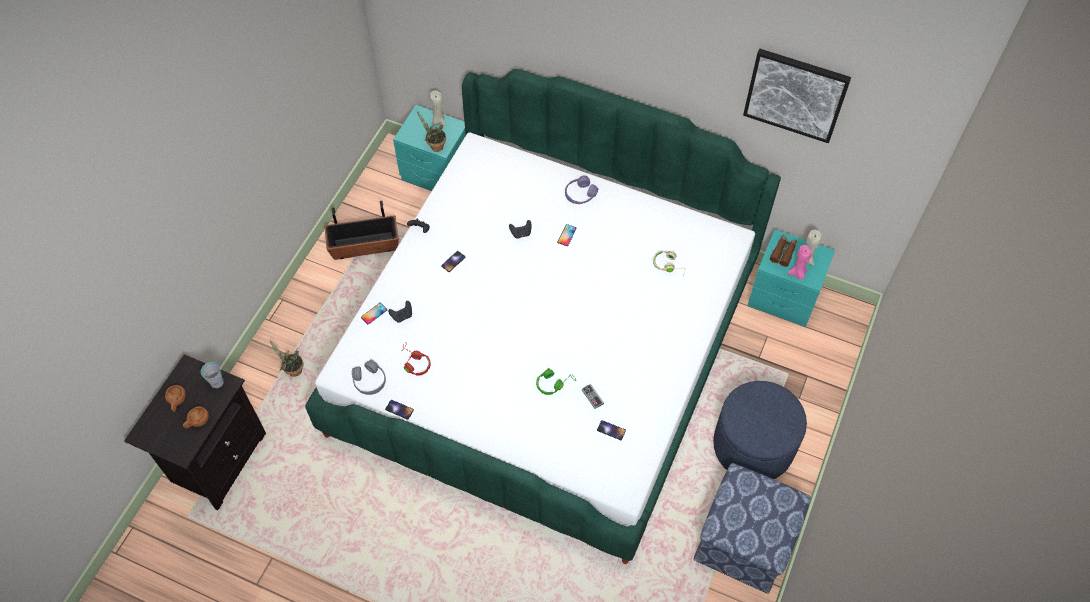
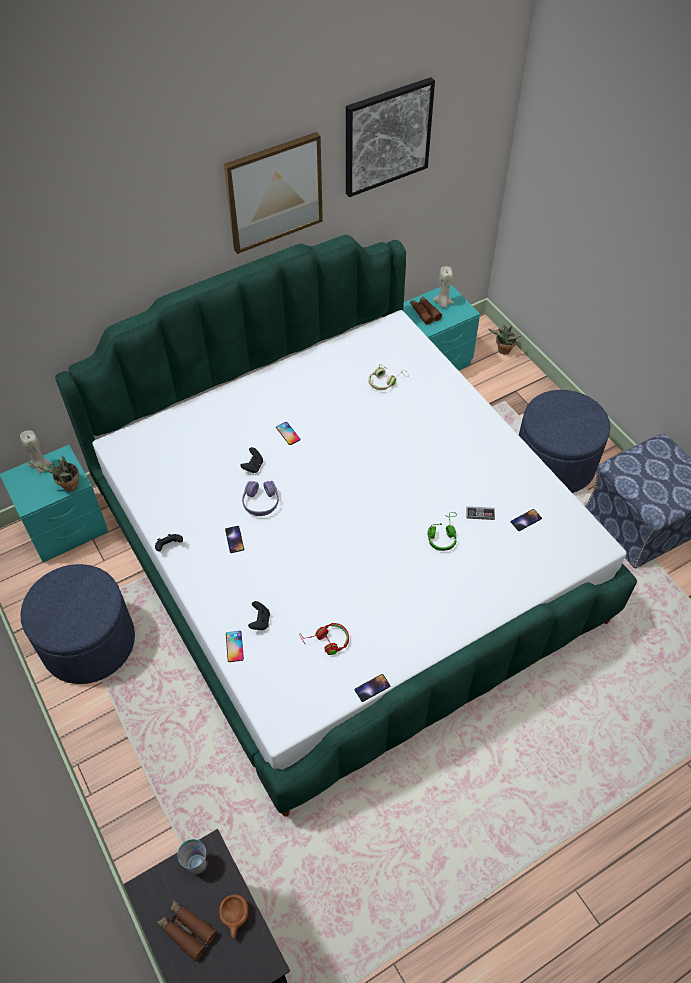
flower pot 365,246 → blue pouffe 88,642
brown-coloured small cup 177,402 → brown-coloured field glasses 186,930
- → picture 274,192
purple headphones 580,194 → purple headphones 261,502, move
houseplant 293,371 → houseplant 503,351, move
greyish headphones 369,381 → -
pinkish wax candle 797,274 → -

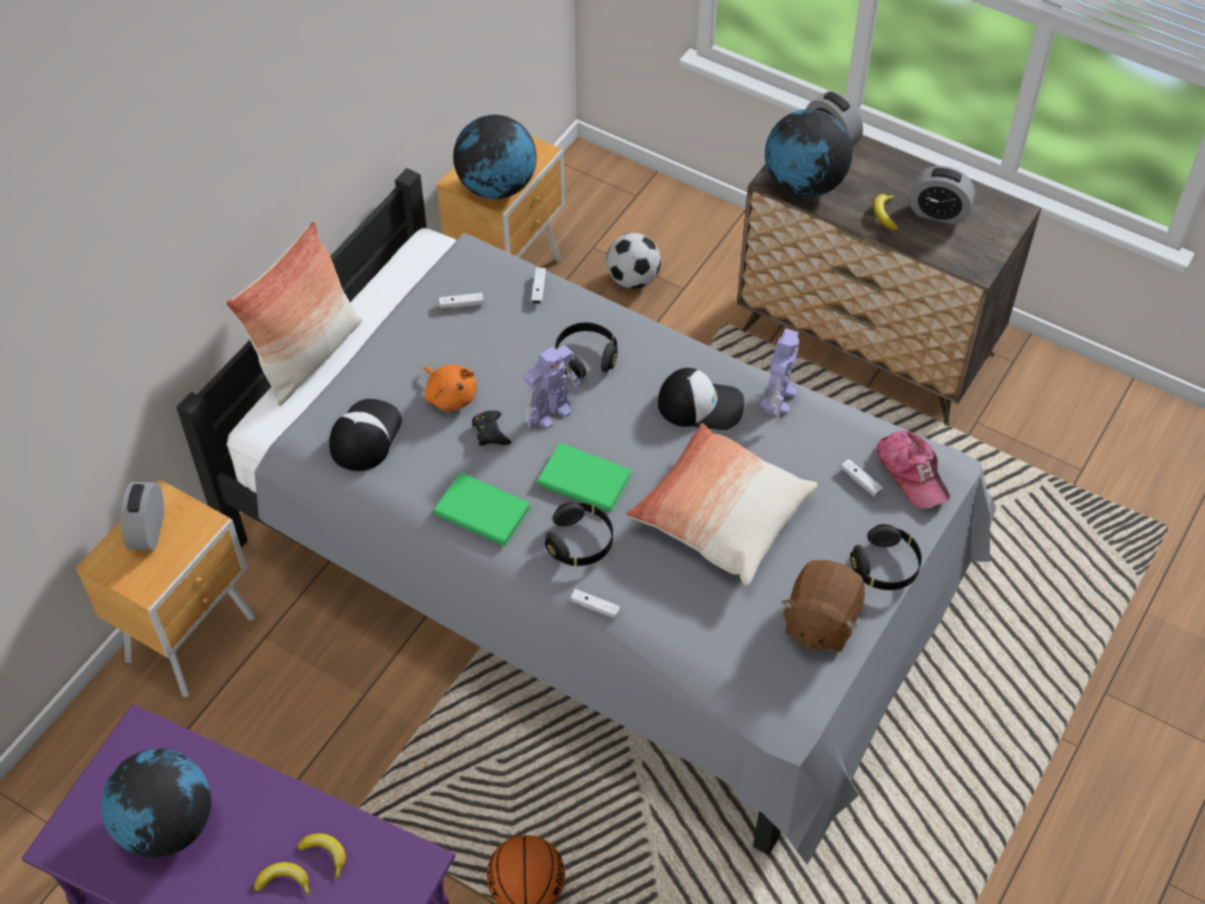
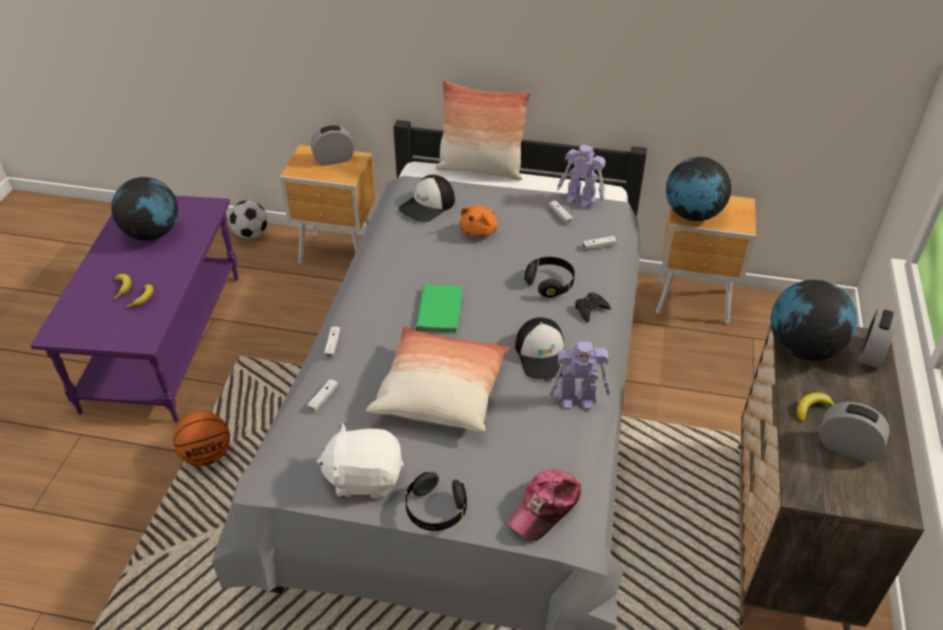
ball for football 633,279 → ball for football 251,235, move
white-coloured game controller 860,481 → white-coloured game controller 323,398, move
brown-coloured soft toy 820,621 → white-coloured soft toy 364,477
baseball cap 364,435 → baseball cap 428,205, 135 degrees clockwise
model robot 551,411 → model robot 581,200, move
blackish game controller 490,432 → blackish game controller 590,309, move
table clock 938,213 → table clock 847,447, 120 degrees clockwise
green-coloured bound book 482,509 → -
blackish headphones 580,543 → -

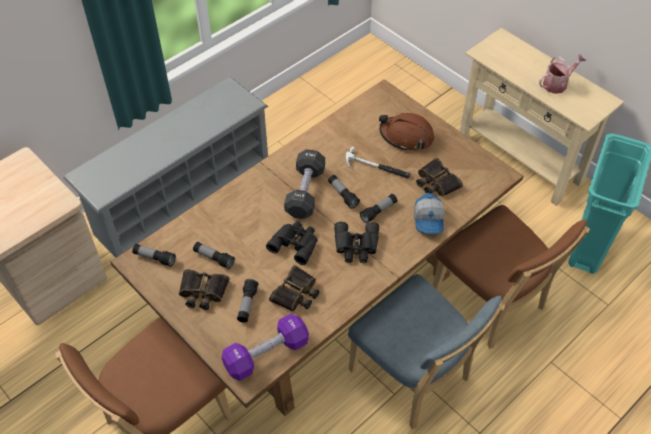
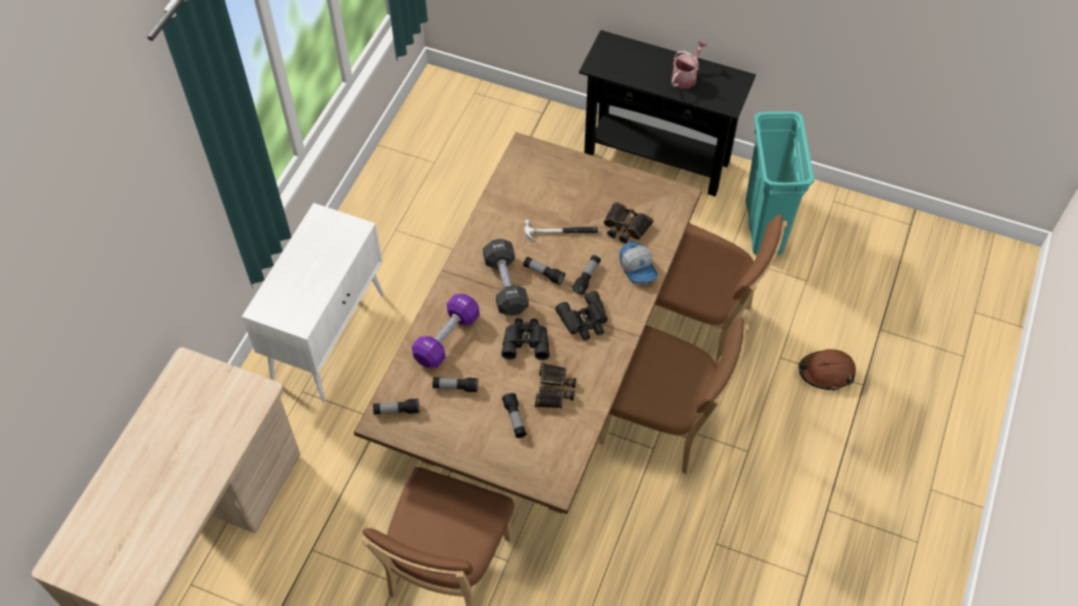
greyish shoe shelf 182,200 → white-coloured cabinet 329,336
purple dumbbell 266,354 → purple dumbbell 447,338, move
beige console table 519,159 → blackish console table 656,159
blue chair 413,378 → brown-coloured chair 663,426
brown-coloured safety helmet 406,136 → brown-coloured safety helmet 826,372, move
field glasses 202,292 → -

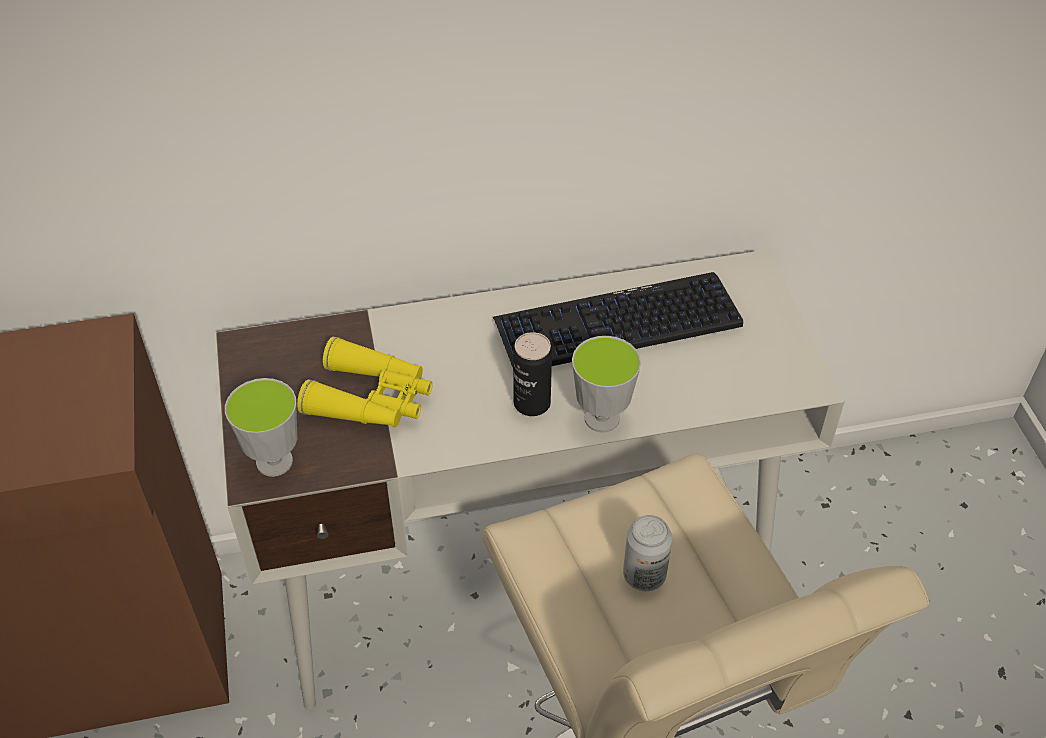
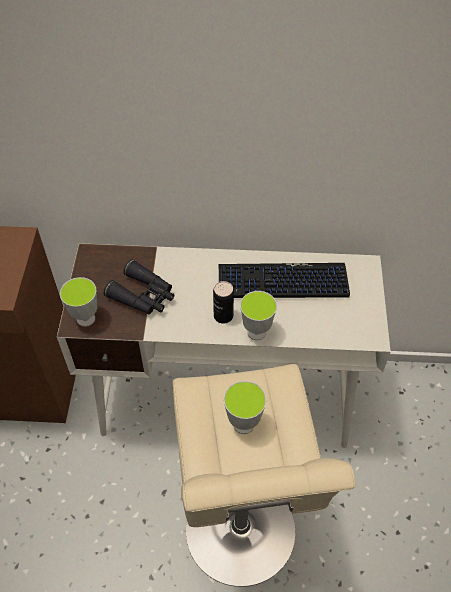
yellowish field glasses 372,399 → blackish field glasses 143,296
can 644,575 → small cup 243,424

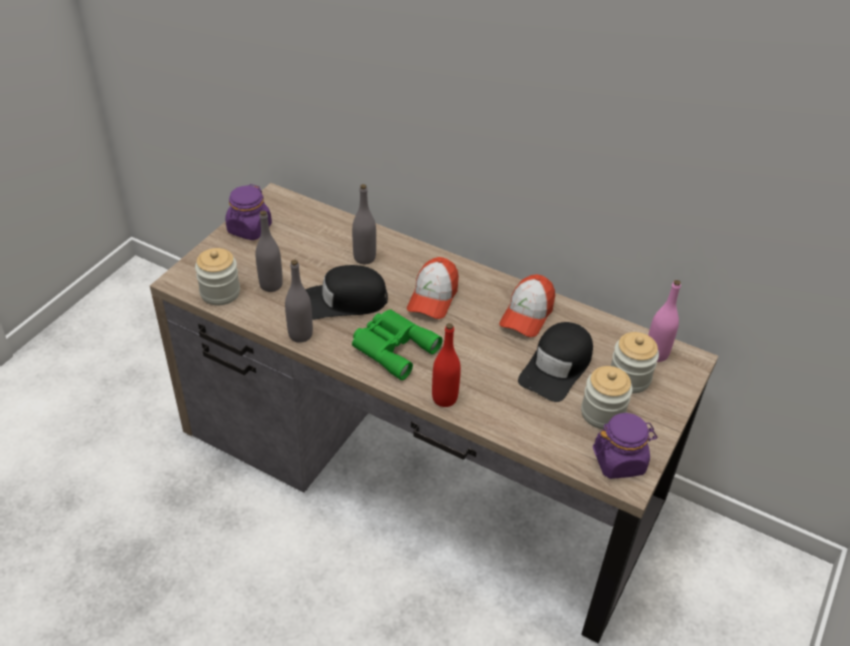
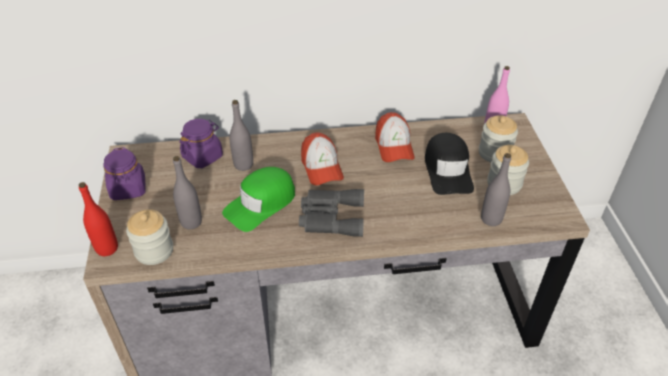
red beverage bottle 444,398 → red beverage bottle 107,248, move
purple preserve jar 619,461 → purple preserve jar 203,157, move
blackish baseball cap 344,301 → green-coloured baseball cap 261,204
green-coloured field glasses 392,346 → greyish field glasses 330,217
greyish beverage bottle 300,335 → greyish beverage bottle 491,219, move

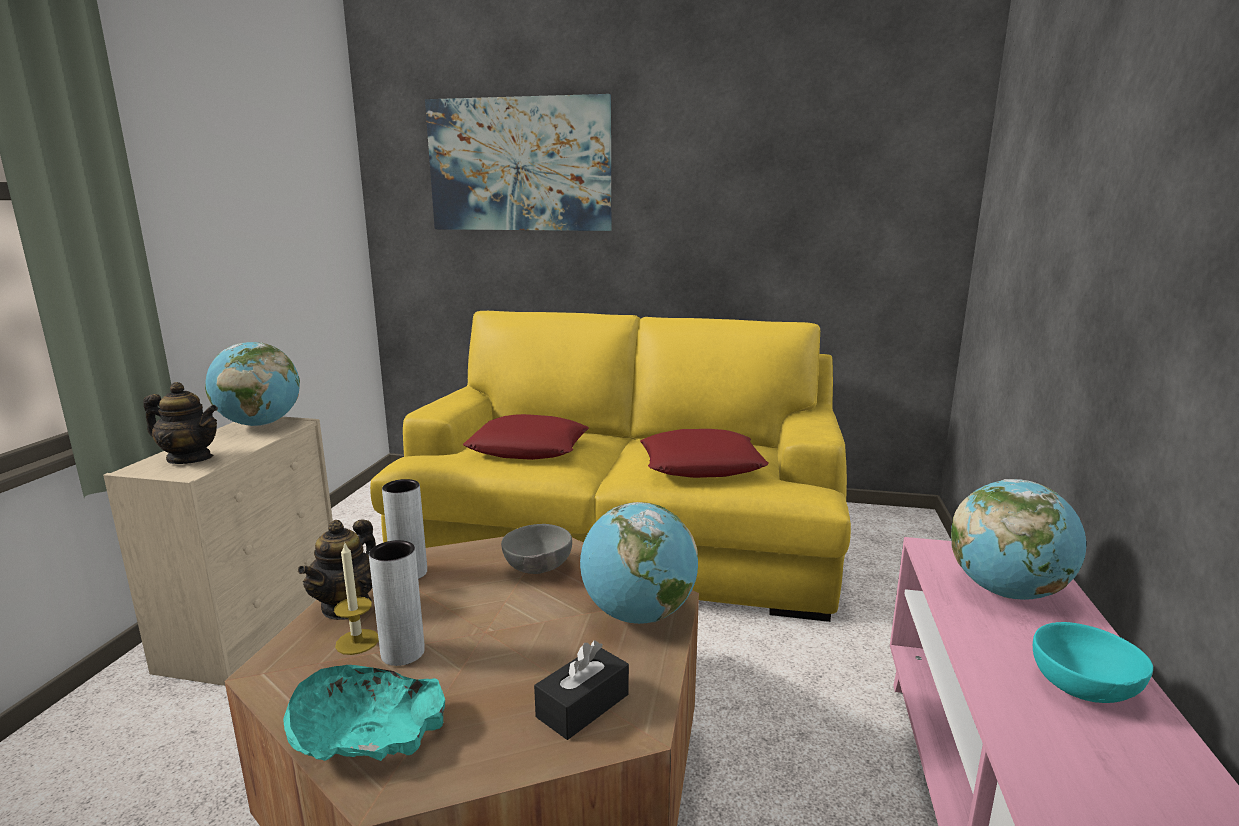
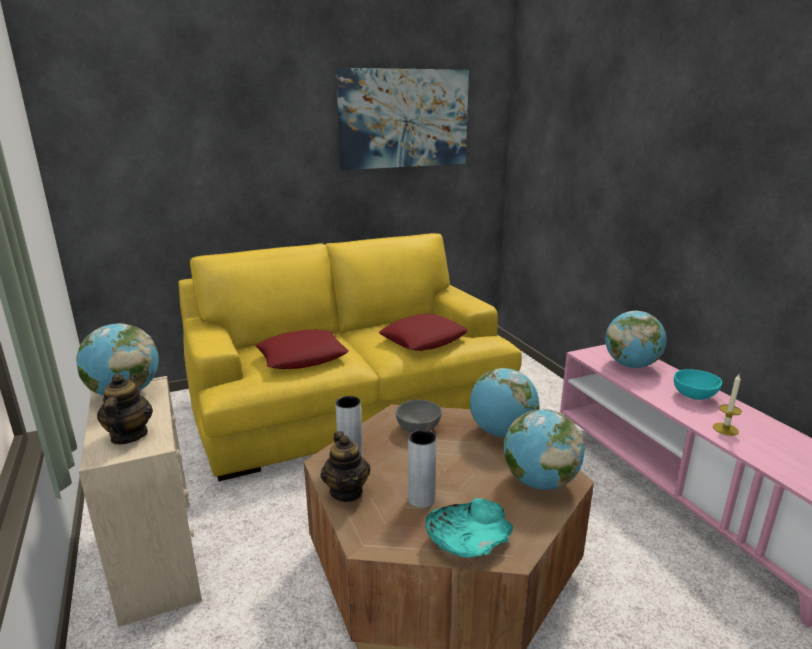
pot for tea 190,458 → pot for tea 129,436, 75 degrees counterclockwise
picture 520,165 → picture 404,118, move
blackish tissue holder 583,705 → world globe 539,482
wax candle 357,642 → wax candle 725,429, move

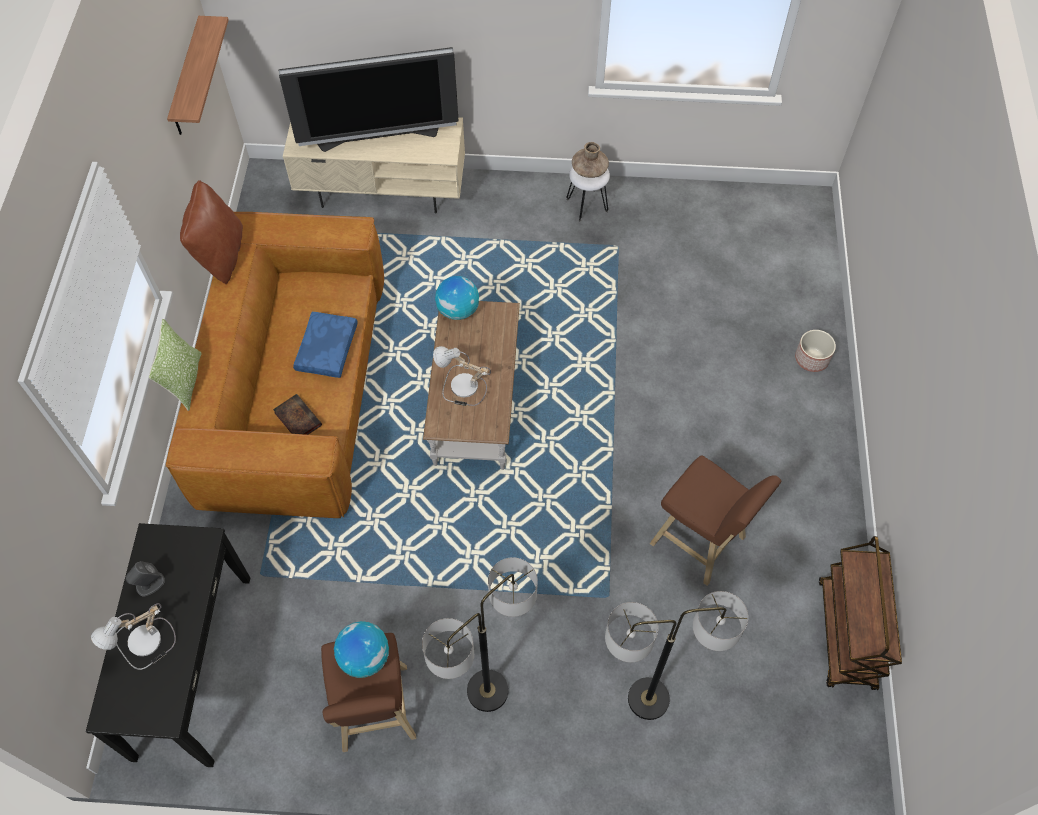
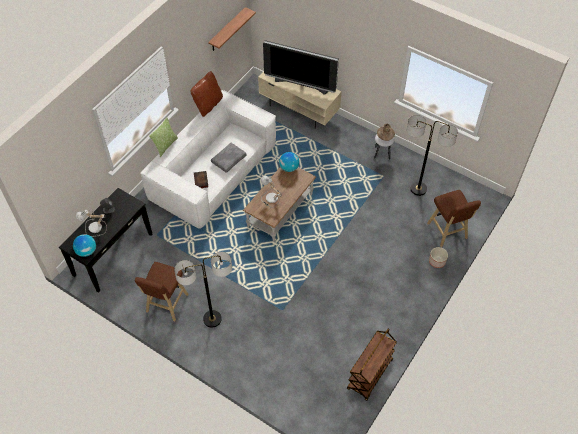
world globe 364,657 → world globe 86,251, move
brown-coloured settee 295,387 → white-coloured settee 213,172
blue pillow 326,348 → greyish pillow 228,159
floor lamp 648,698 → floor lamp 418,189, move
brown-coloured stool seat 701,543 → brown-coloured stool seat 448,232, move

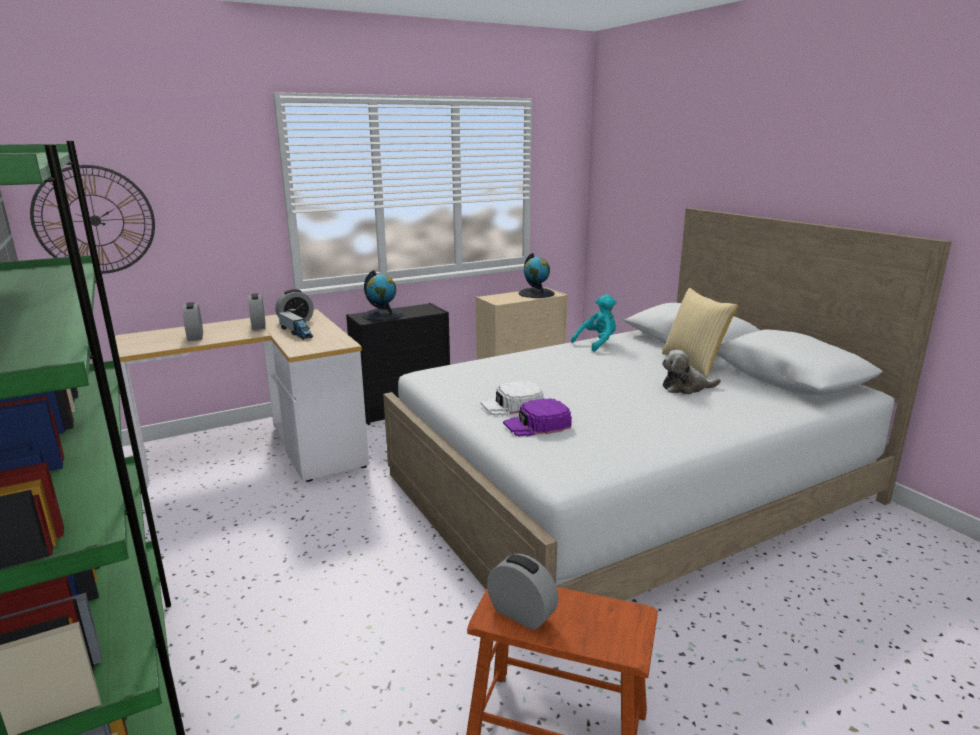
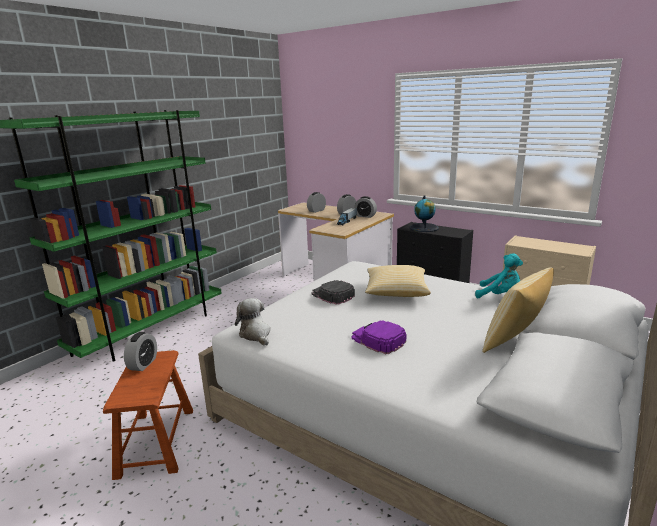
soft toy 685,388 → soft toy 256,334, move
white-coloured baseball cap 512,405 → blackish baseball cap 332,295
purple baseball cap 537,425 → purple baseball cap 378,340, move
- → pillow 396,292
hanging clock 95,220 → -
world globe 536,293 → -

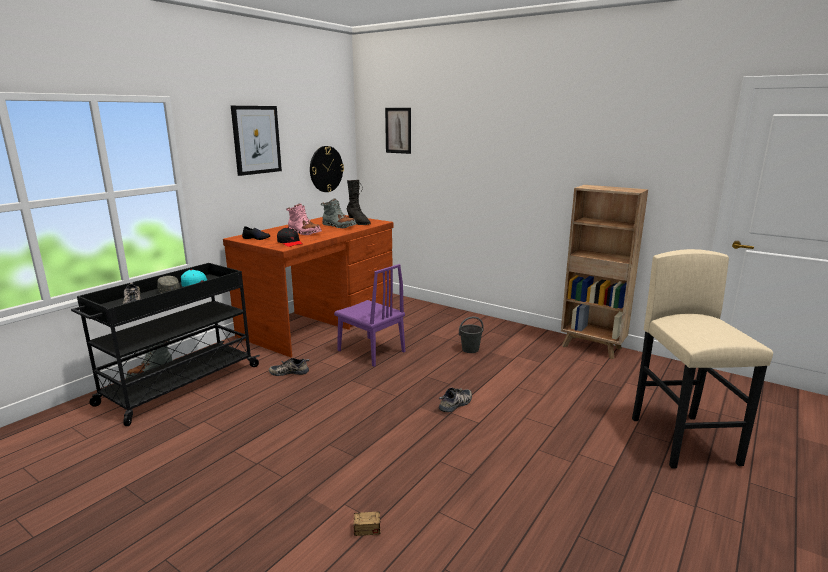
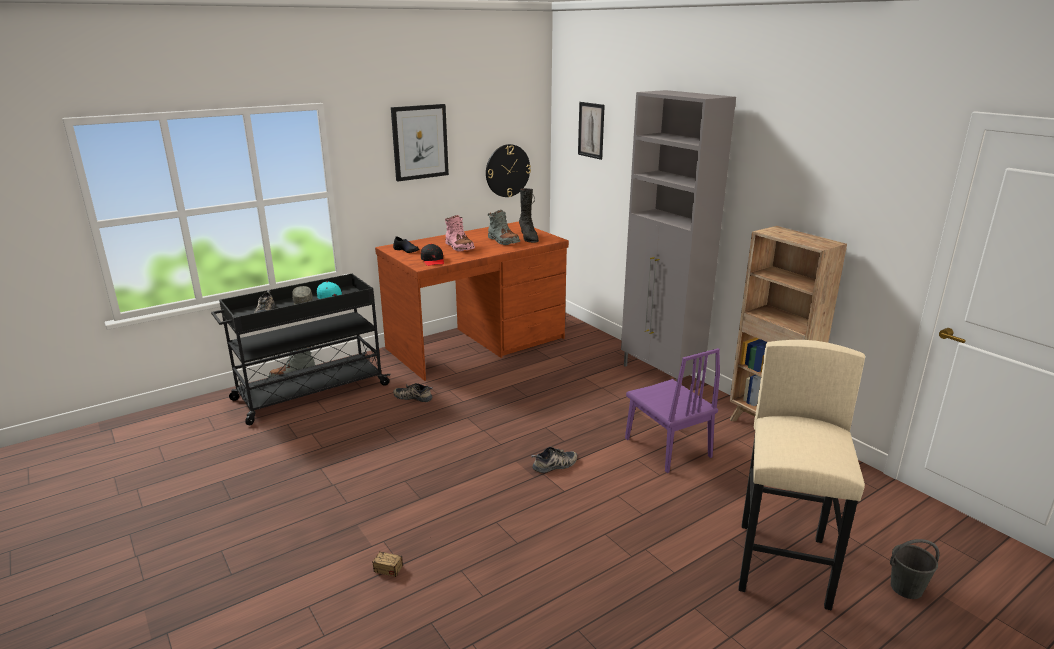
- → greyish cabinet 660,376
purple chair 371,351 → purple chair 667,447, move
greyish water bucket 470,349 → greyish water bucket 906,588, move

